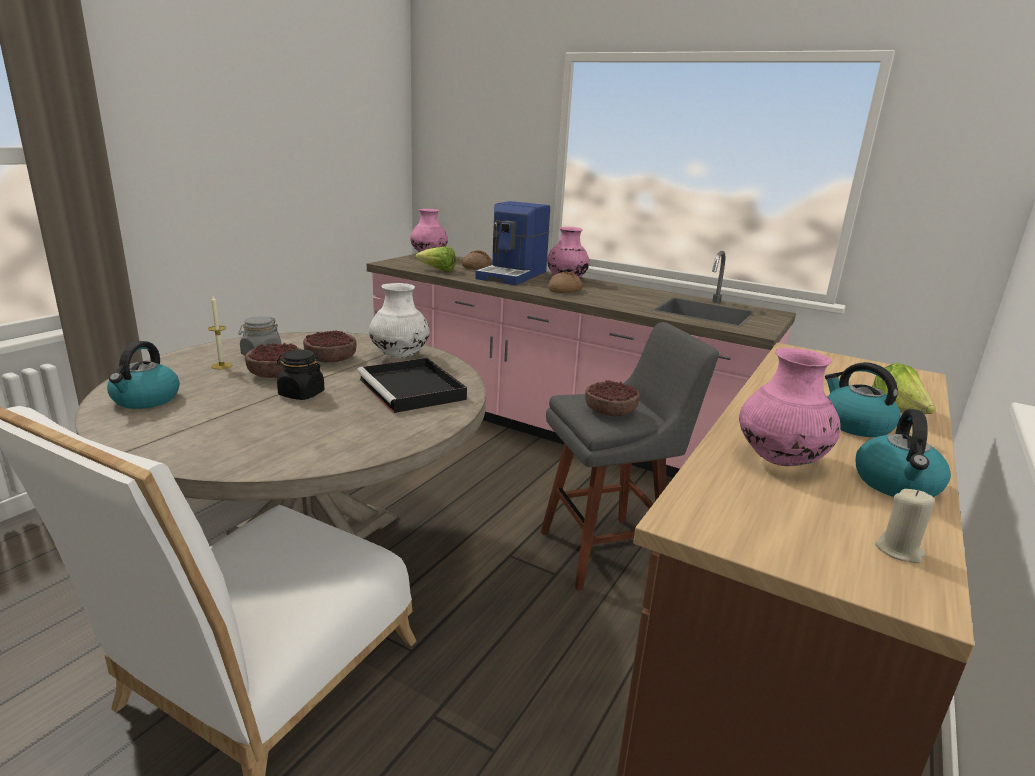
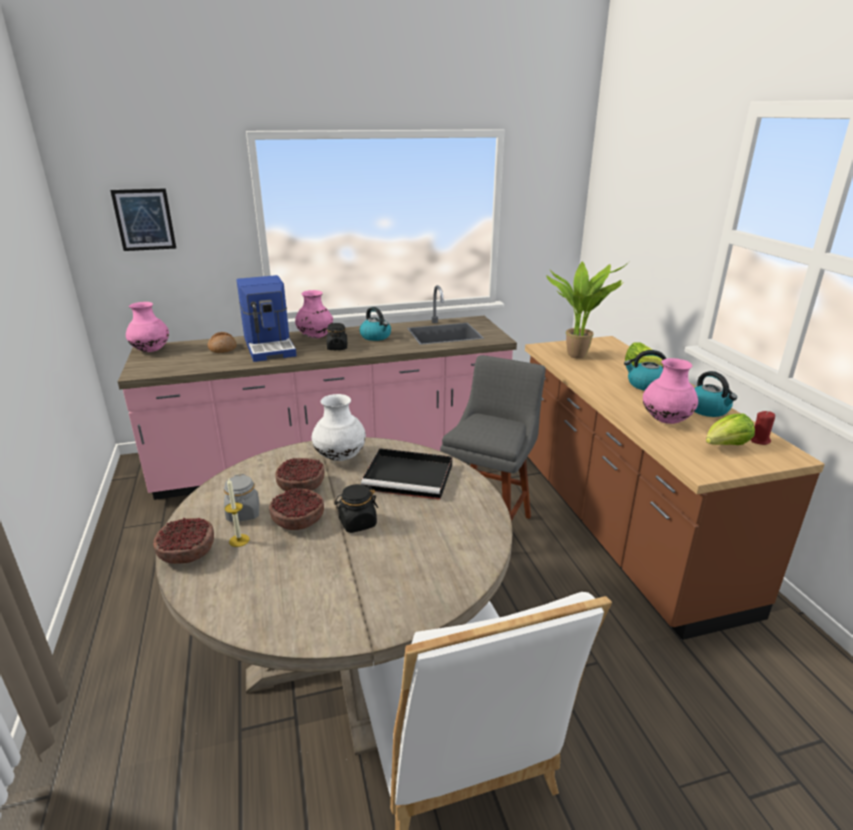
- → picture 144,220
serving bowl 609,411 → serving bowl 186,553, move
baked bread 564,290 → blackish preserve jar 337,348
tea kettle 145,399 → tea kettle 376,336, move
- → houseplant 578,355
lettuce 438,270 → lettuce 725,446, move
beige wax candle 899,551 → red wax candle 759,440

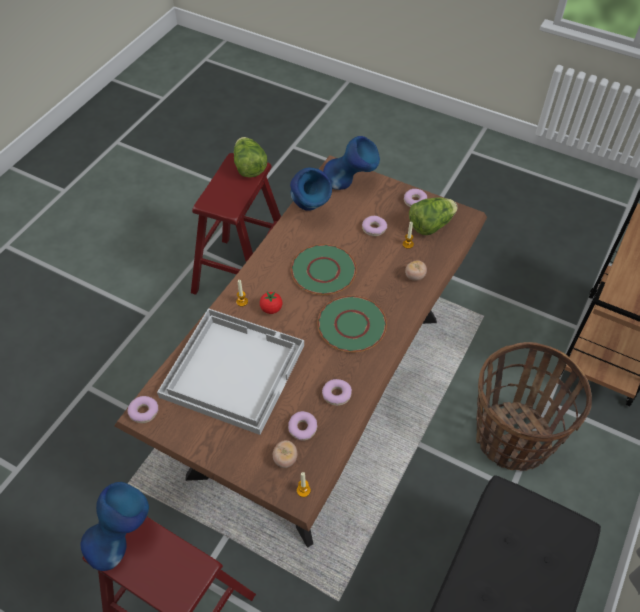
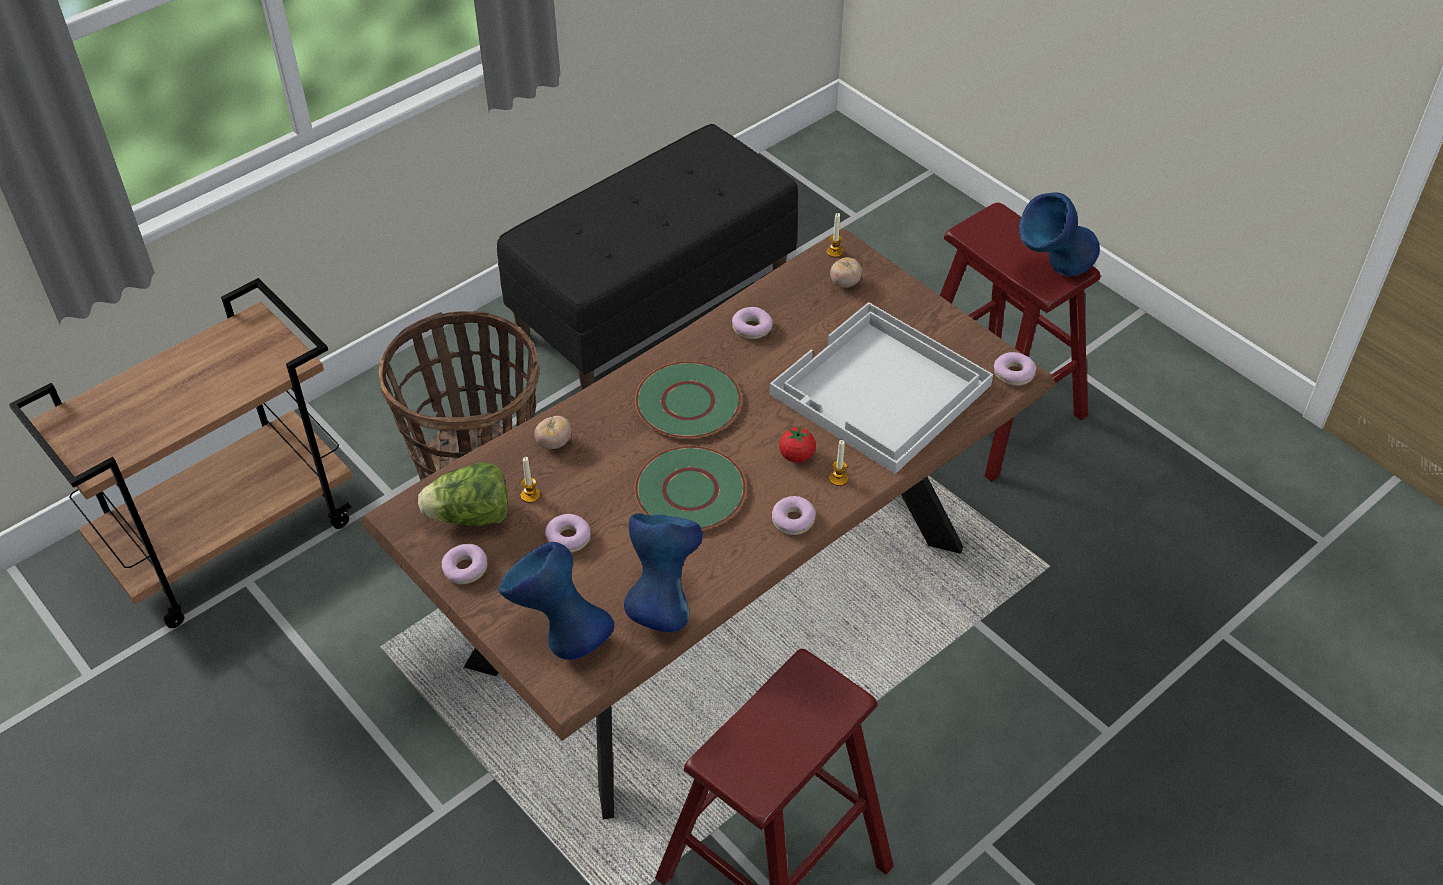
doughnut 302,428 → doughnut 793,520, move
lettuce 249,167 → -

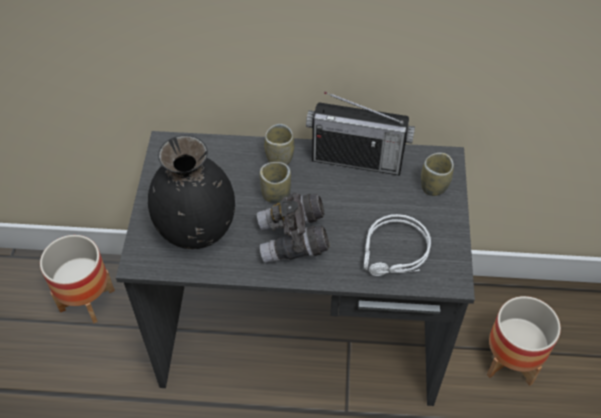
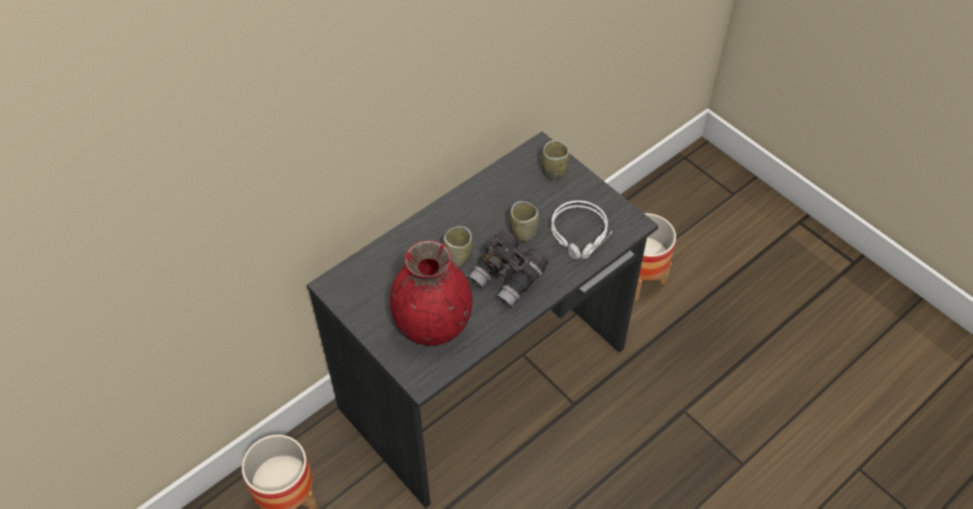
blackish vase 196,229 → red vase 433,325
small cup 279,158 → small cup 523,232, move
radio set 357,160 → -

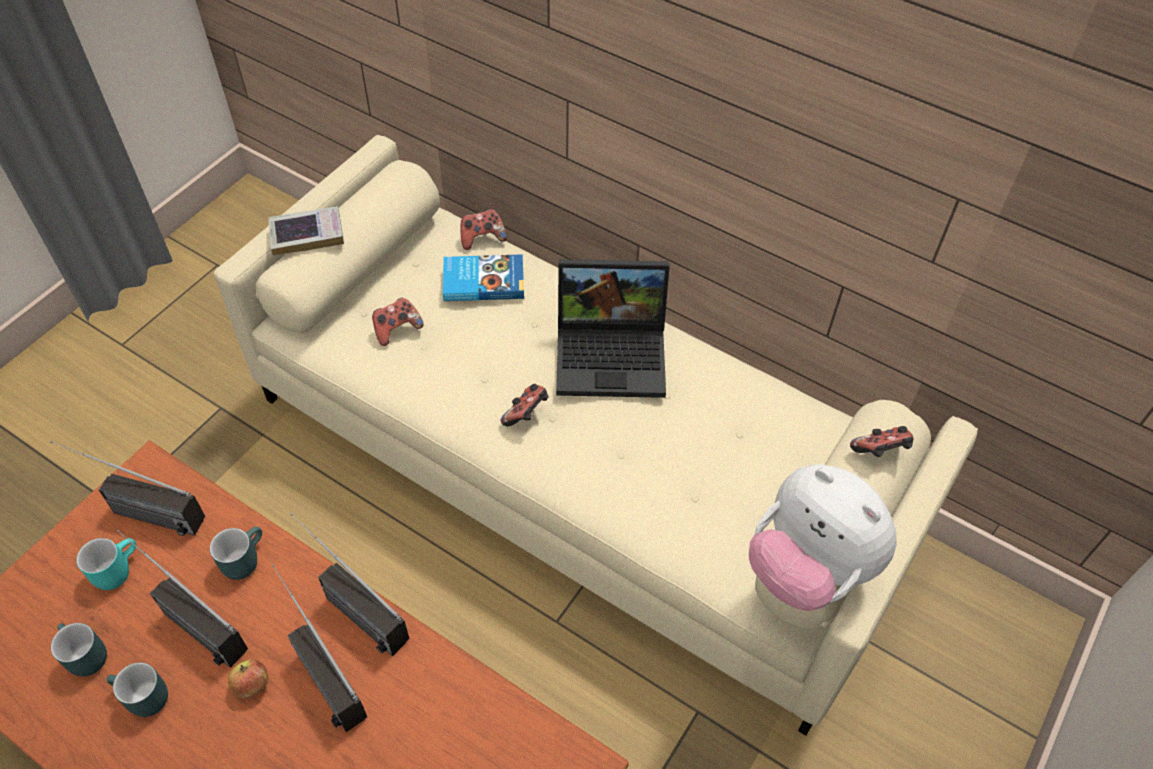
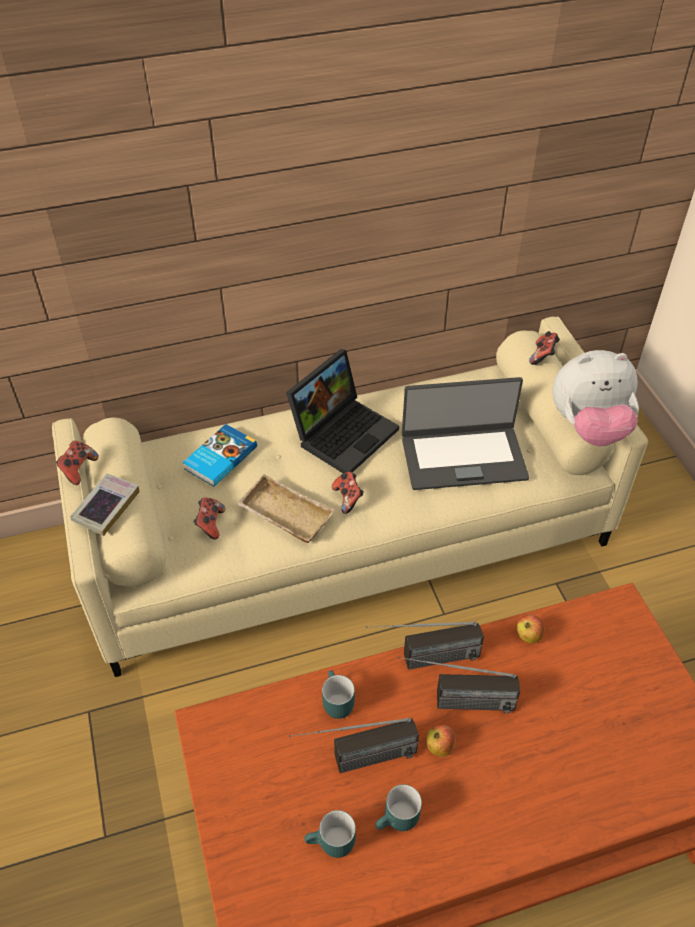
game controller 482,238 → game controller 78,469, move
- → beige tray 283,515
- → portable computer 463,457
- → whole apple 528,635
radio set 136,511 → -
turquoise mug 115,569 → -

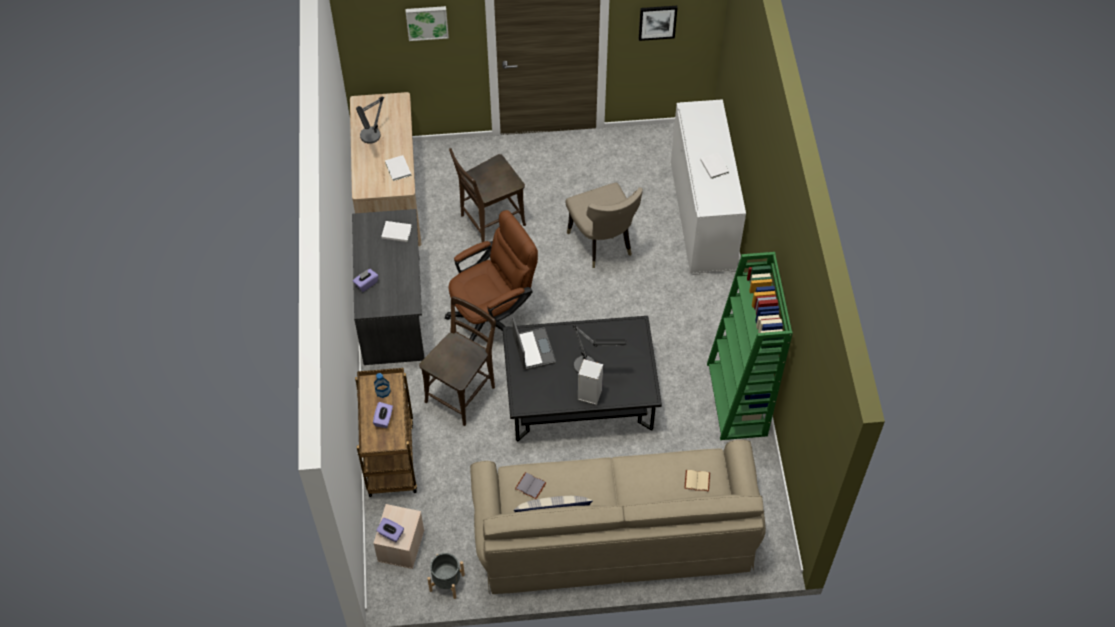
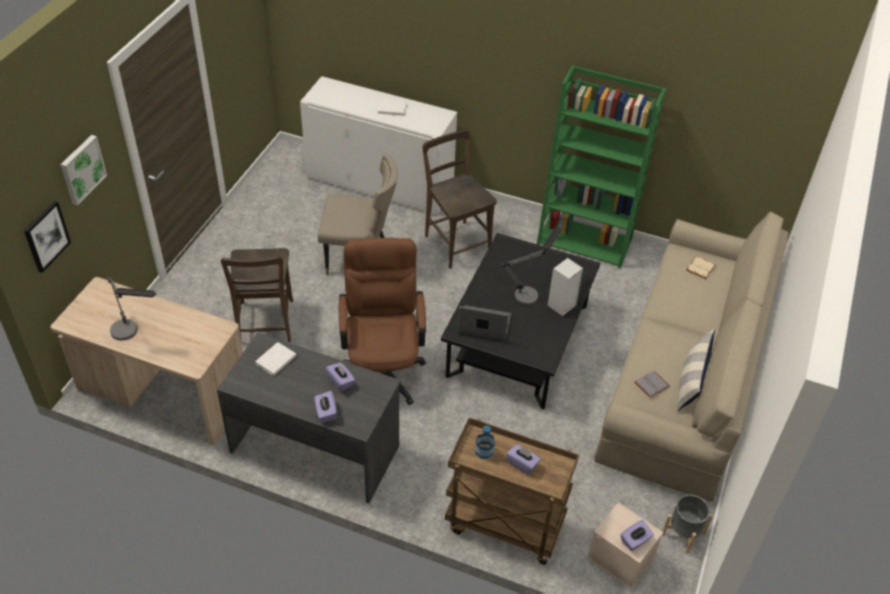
picture 657,22 → picture 46,236, move
- → purple tissue holder 341,382
brown-coloured chair 462,391 → brown-coloured chair 455,242, move
white-coloured bound book 398,169 → -

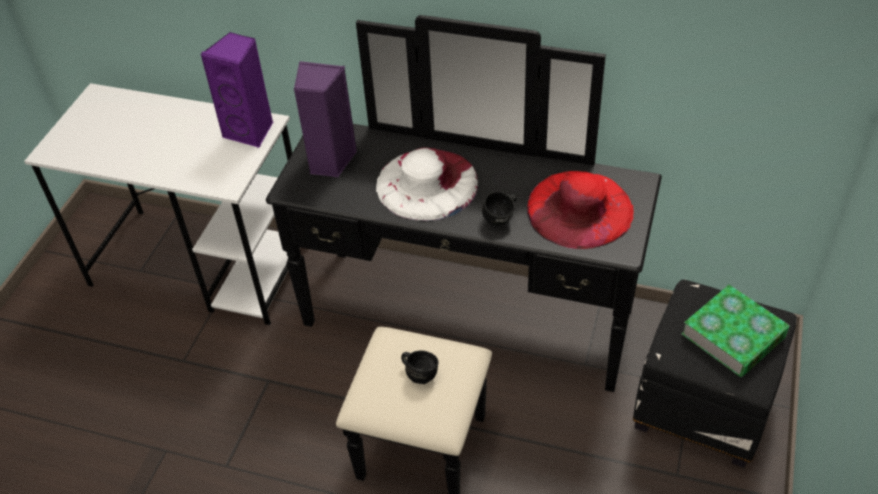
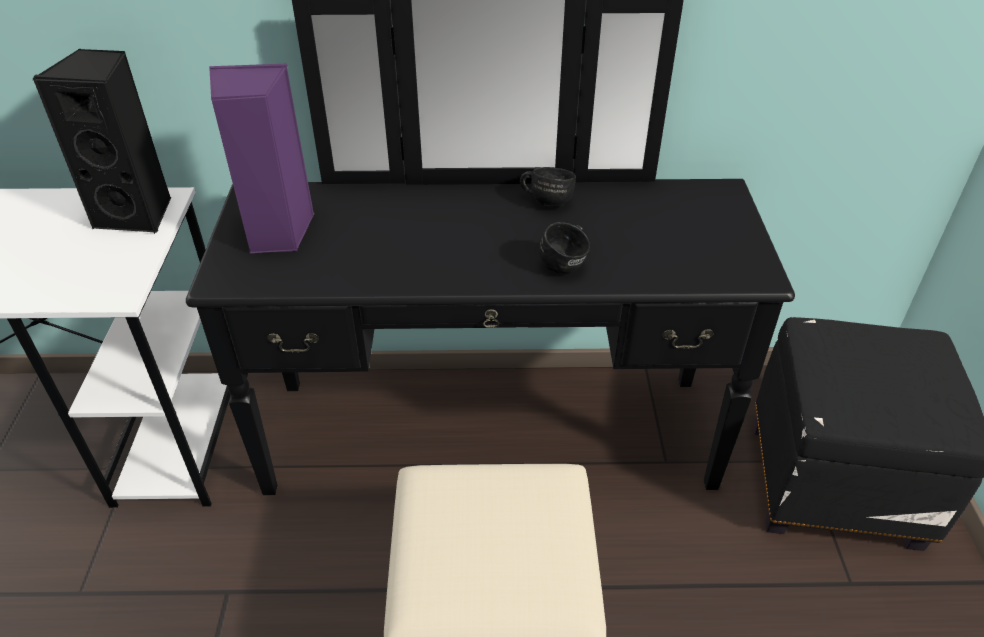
purple speaker 251,131 → blackish speaker 138,214
blackish mug 419,373 → blackish mug 546,200, move
white-coloured clothing hat 427,183 → -
red clothing hat 579,209 → -
bound book 733,335 → -

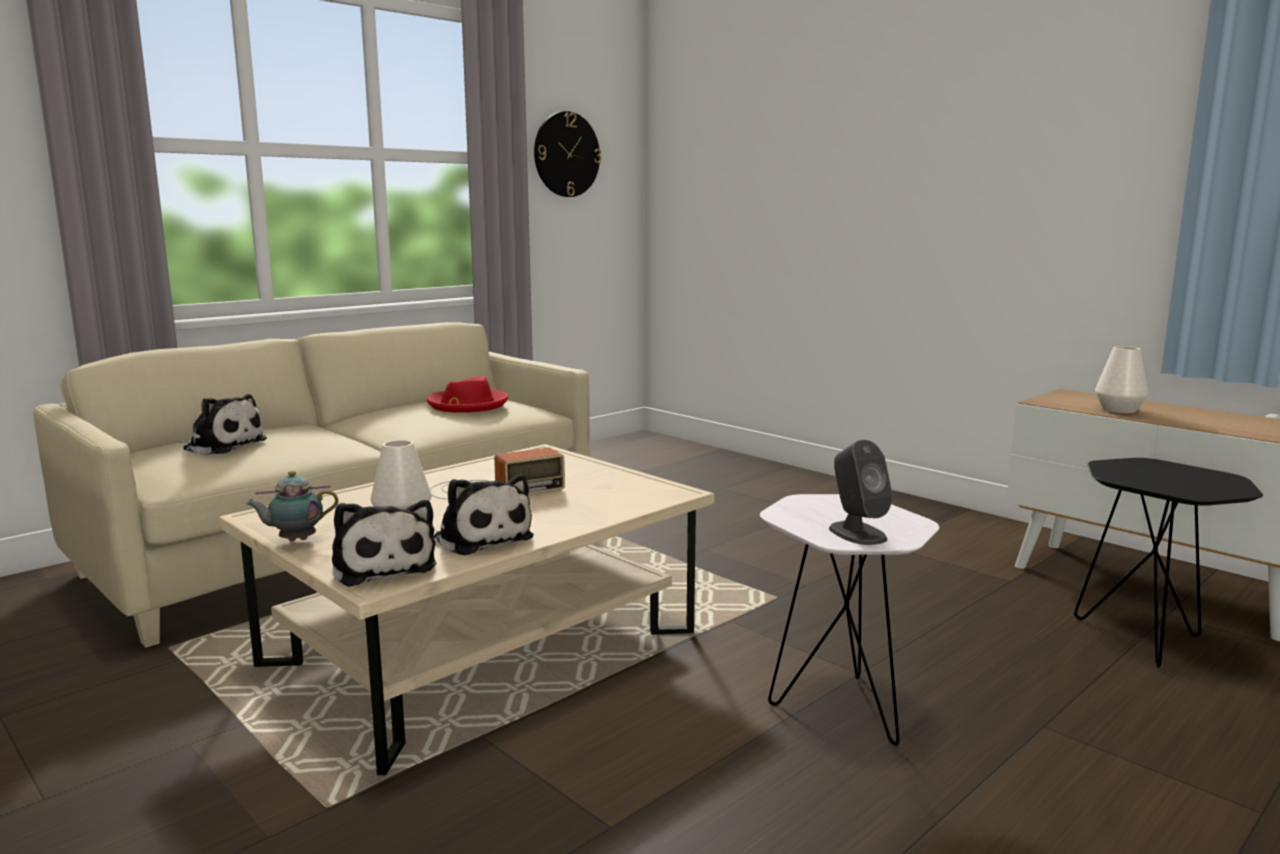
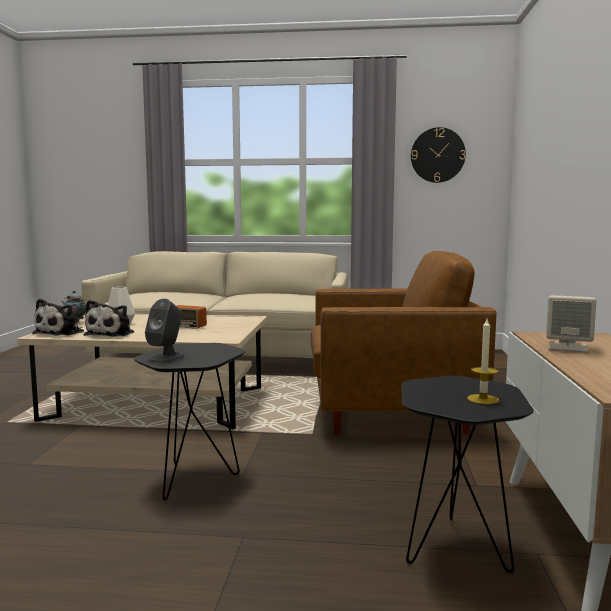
white-coloured accent table 837,705 → blackish accent table 194,477
- → brown-coloured easy chair 390,415
- → wax candle 483,399
white-coloured vase 1119,410 → beige speaker 568,347
soft toy 222,445 → -
red clothing hat 467,404 → -

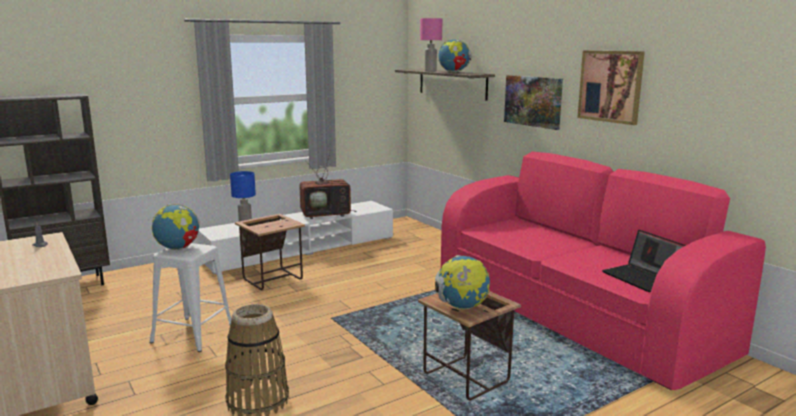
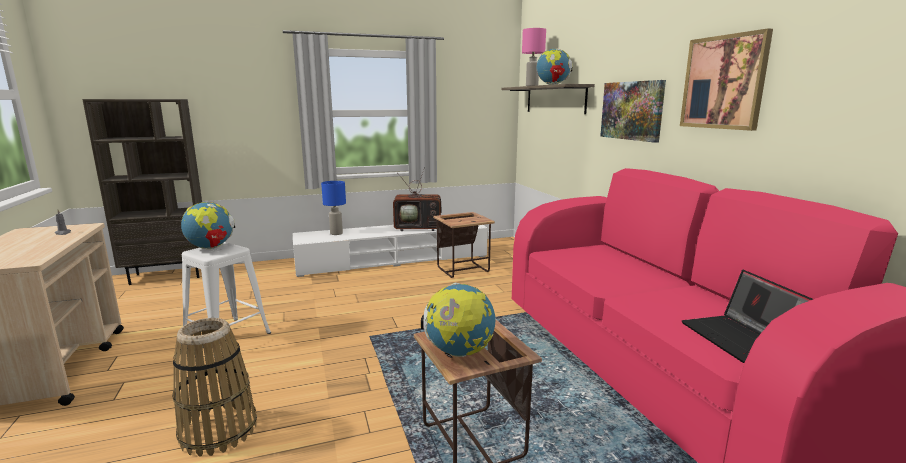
accent table 273,279 → accent table 463,269, move

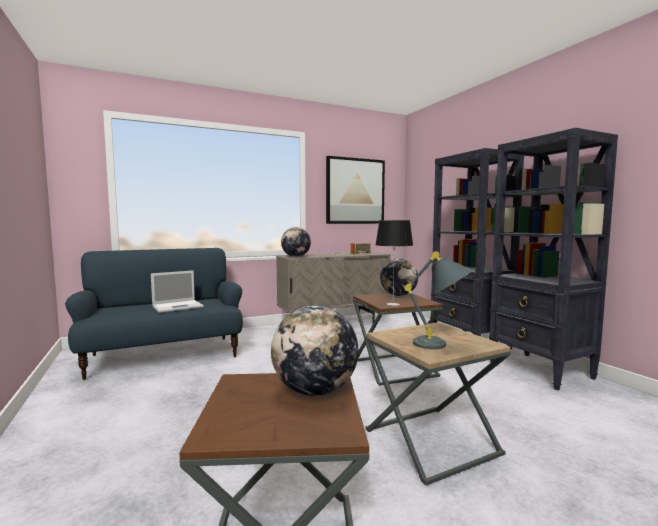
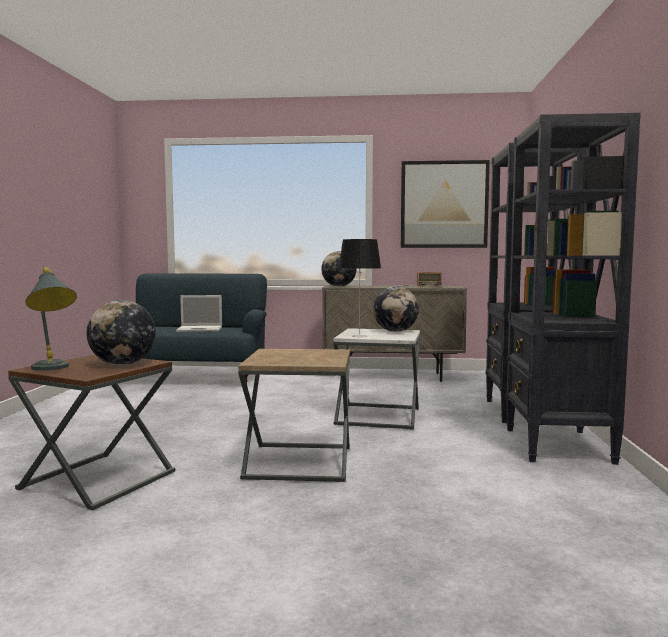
greyish table lamp 441,346 → greyish table lamp 52,369, move
brown-coloured accent table 394,368 → white-coloured accent table 378,416

